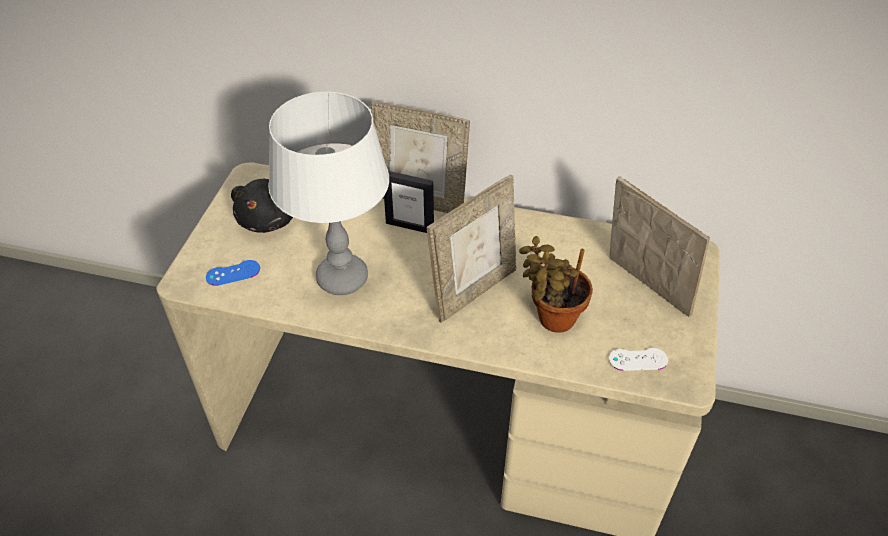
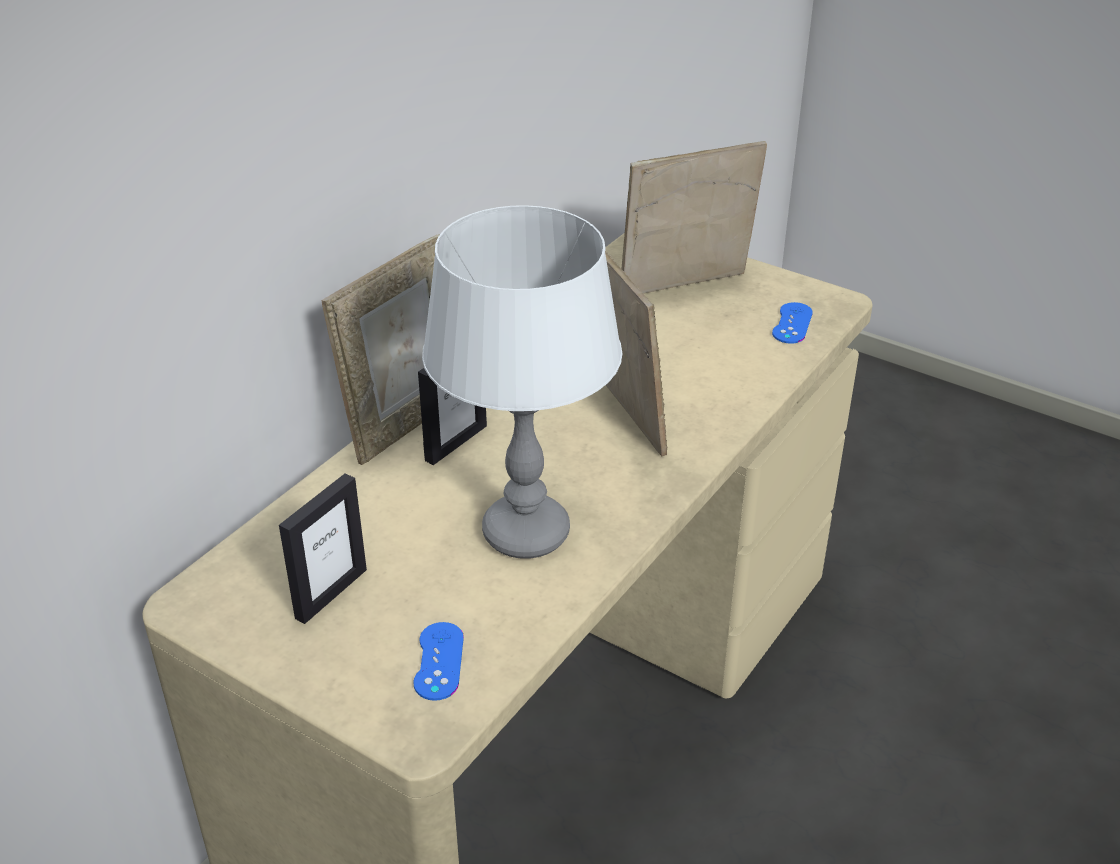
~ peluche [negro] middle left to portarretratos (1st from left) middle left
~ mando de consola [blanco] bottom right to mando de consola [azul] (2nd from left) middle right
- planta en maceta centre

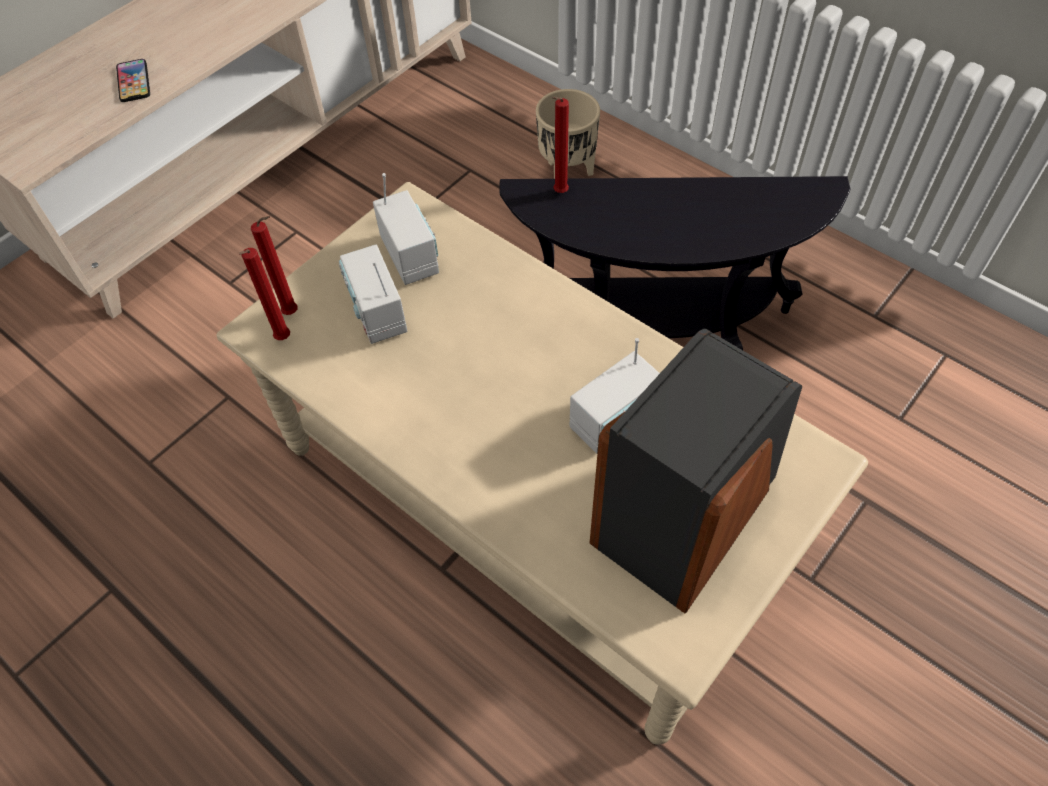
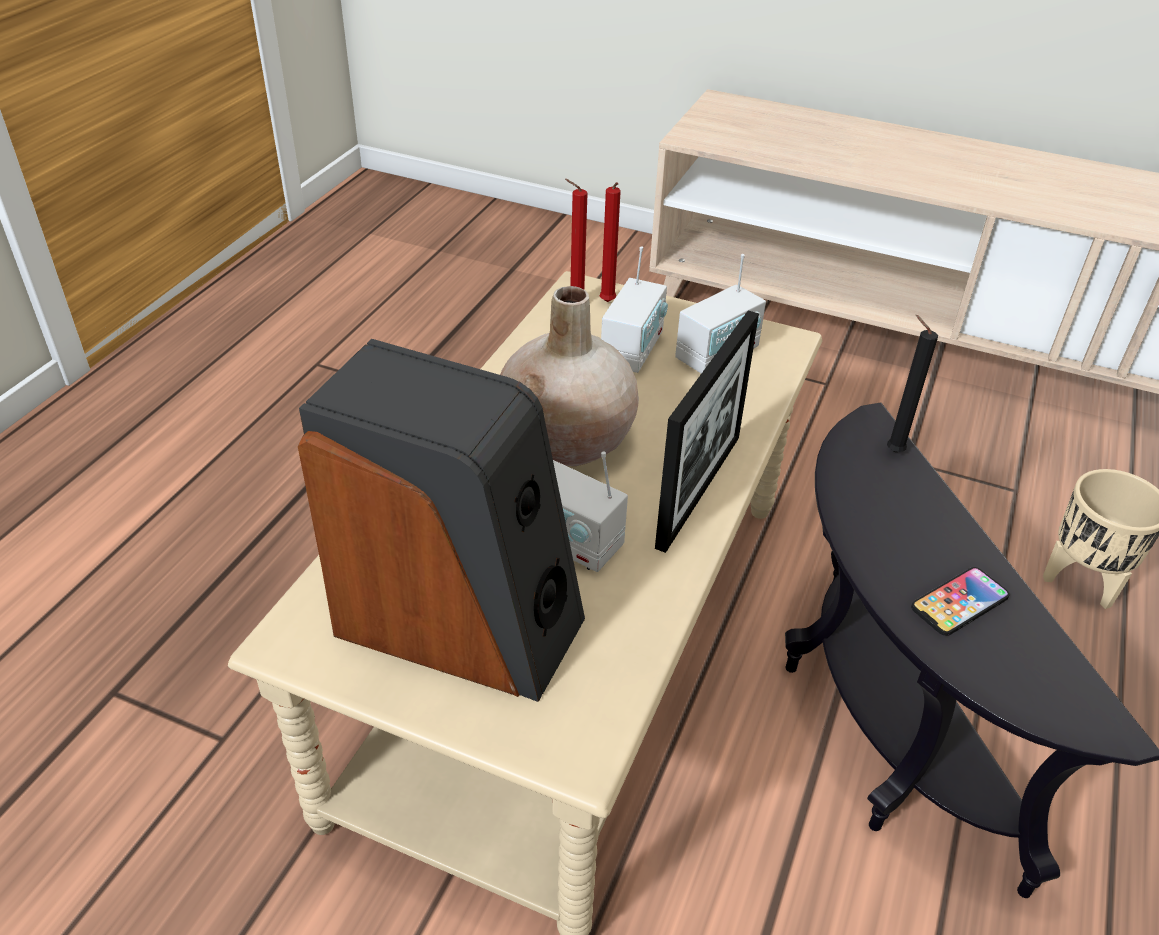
+ florero [beis] centre
~ radio (1st from left in the first image) centre = top centre 150 degrees clockwise
+ portarretratos centre
~ vela [rojo] (3rd from left) top centre to vela [negro] middle right
~ móvil top left to middle right

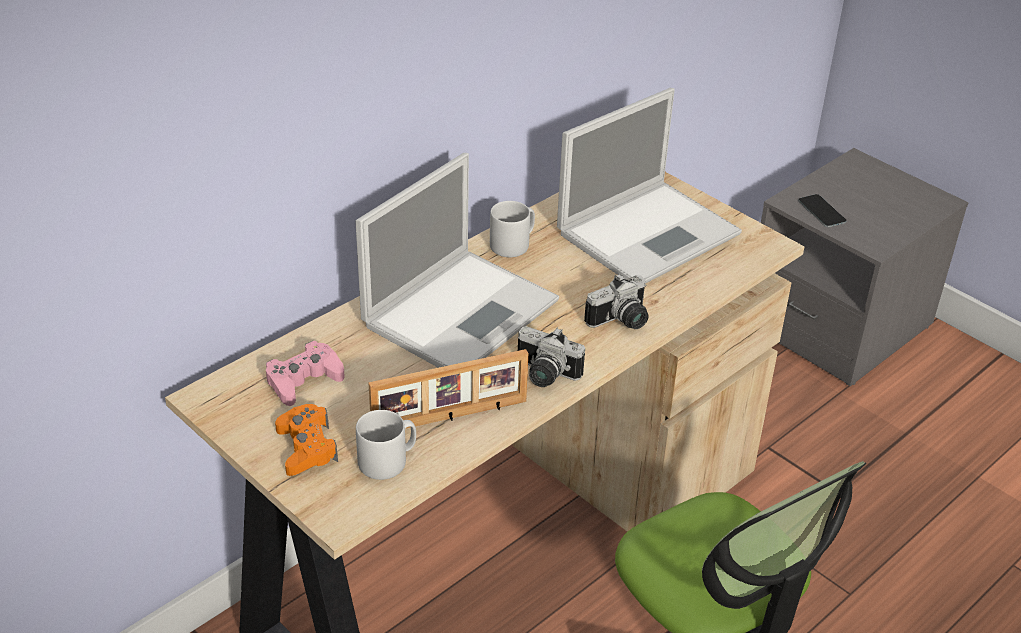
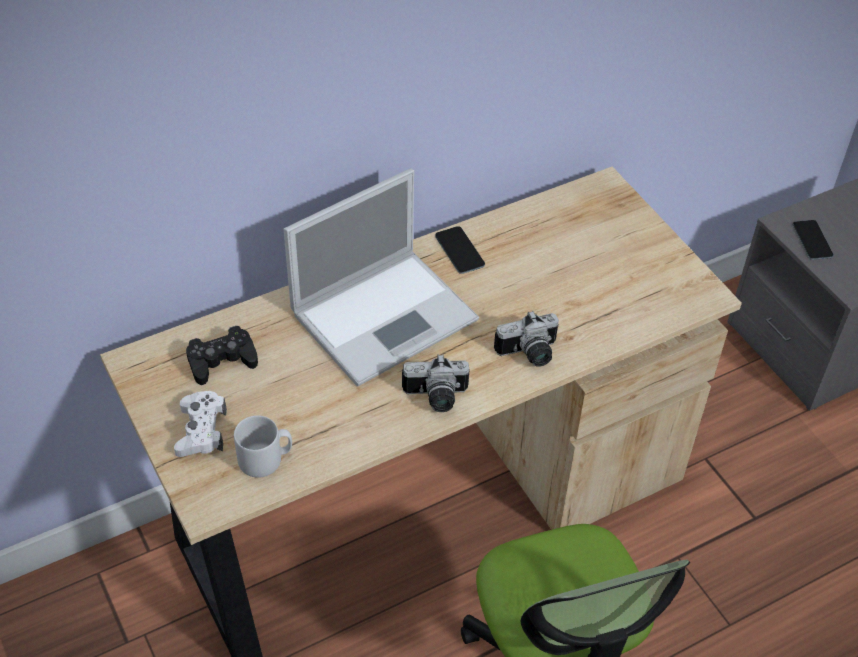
~ mando de consola [naranja] bottom left to mando de consola [blanco] middle left
~ mando de consola [rosa] middle left to mando de consola [negro] middle left
~ cámara (1st from left) centre = centre 45 degrees counterclockwise
~ taza grande [gris] (2nd from left) centre to móvil (1st from left) centre
- portarretratos centre
- portátil (2nd from left) top centre

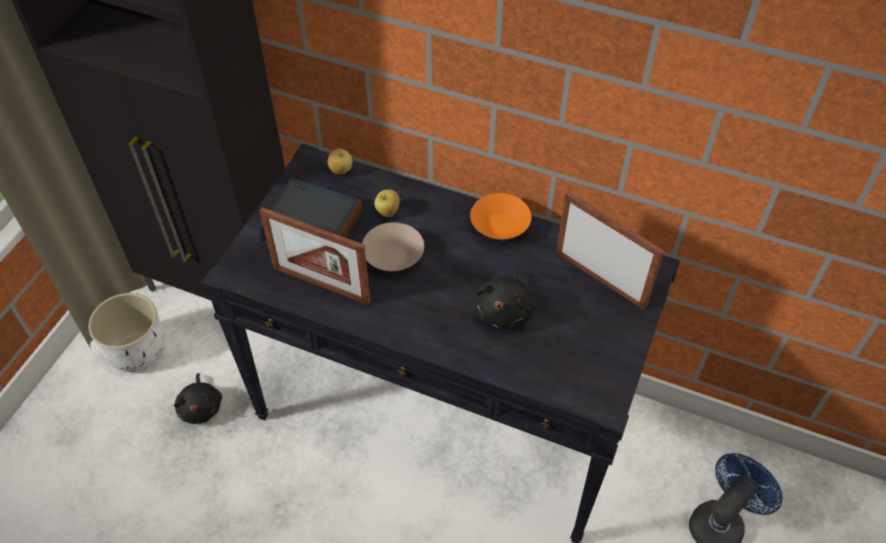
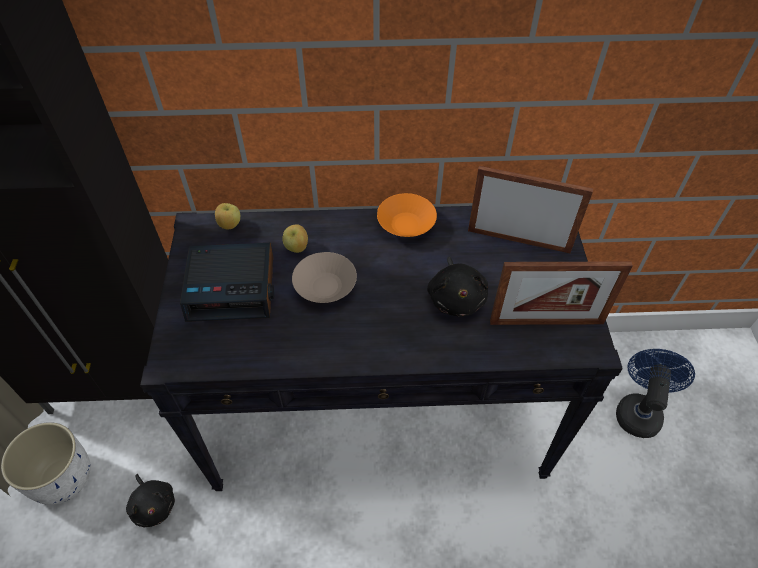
~ portarretratos (1st from left in the first image) centre to portarretratos (2nd from left) middle right

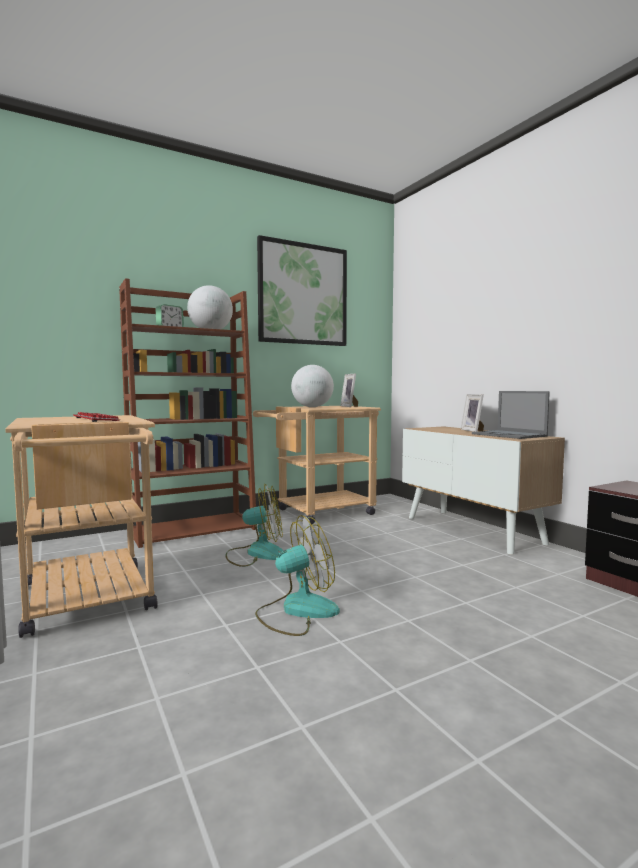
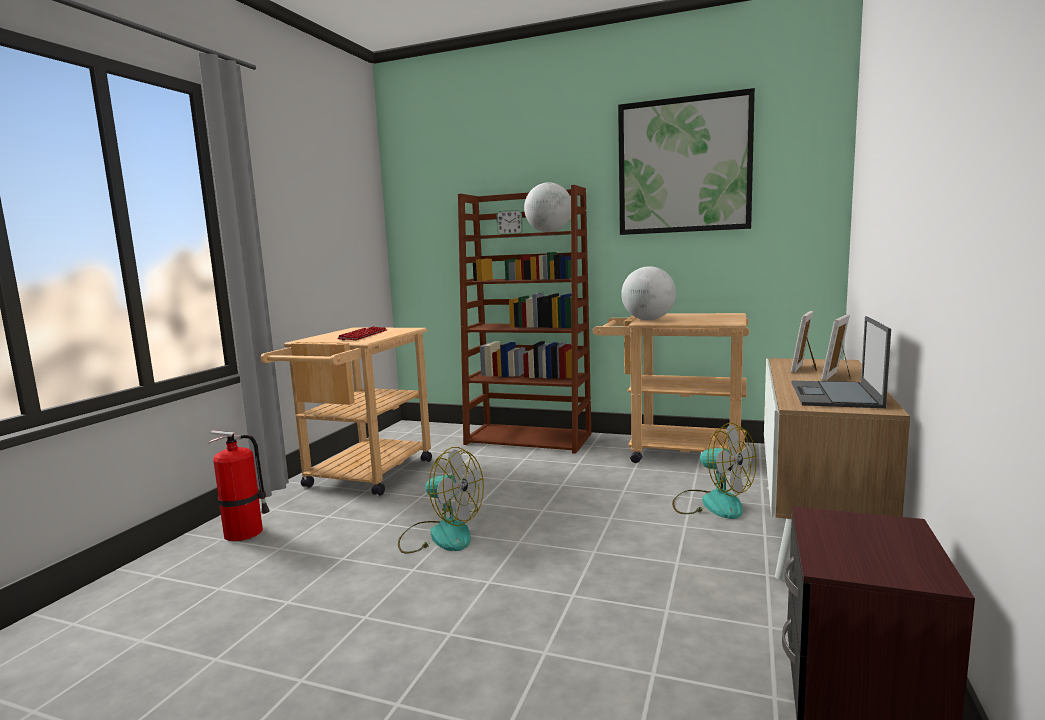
+ extintor bottom left
~ ventilador (1st from left in the first image) centre to ventilador (2nd from left) middle right
~ portarretratos (1st from left) centre to middle right

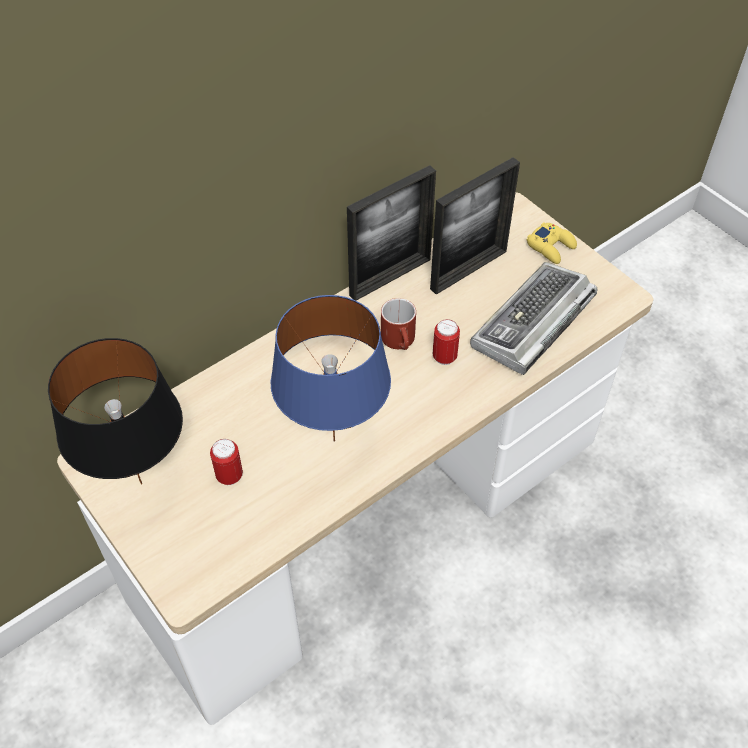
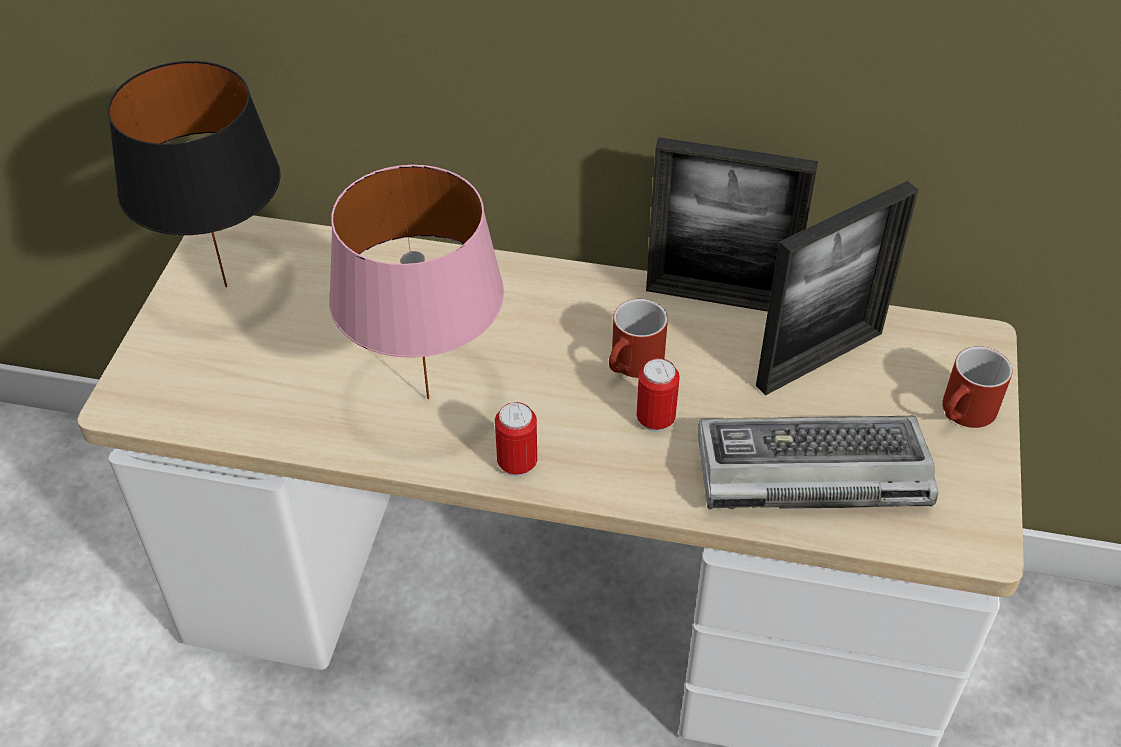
~ lámpara de mesa [azul] centre to lámpara de mesa [rosa] centre
~ lata (1st from left) middle left to centre
~ portarretratos (2nd from left) top centre = middle right 45 degrees counterclockwise
~ mando de consola [amarillo] top right to taza grande [rojo] (2nd from left) middle right

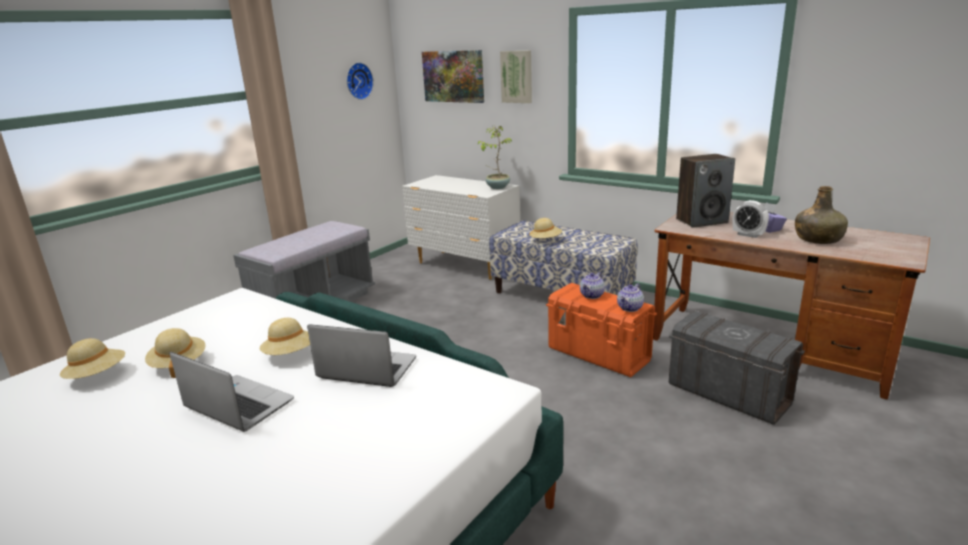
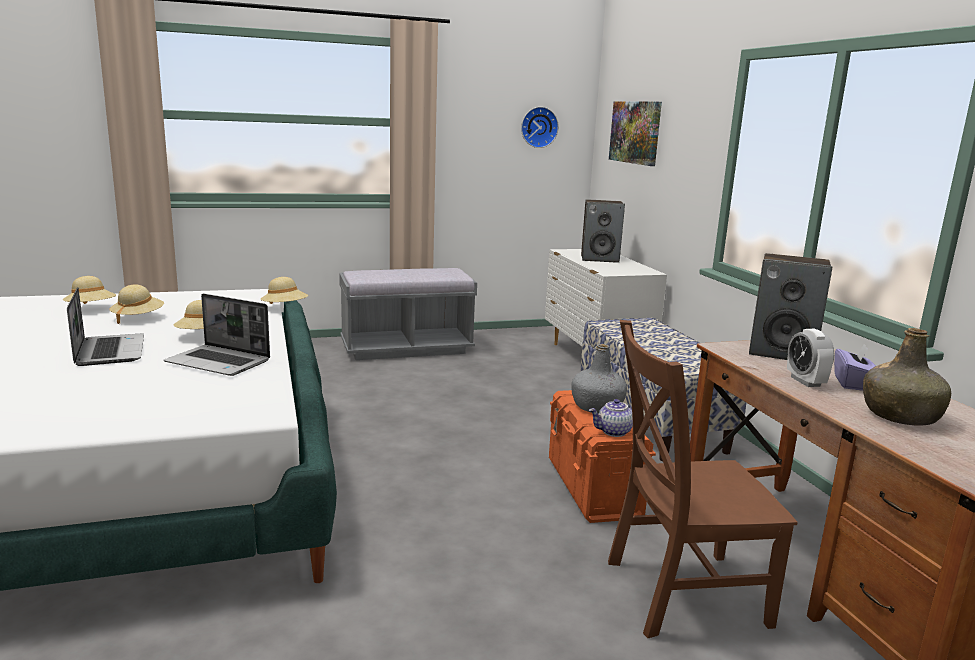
~ portátil (2nd from left) centre = middle left 150 degrees clockwise
~ sombrero [beis] (4th from left) centre to middle left
~ tetera (1st from left) centre to botella [gris] centre
+ altavoz (1st from left) centre
~ caja de almacenaje [gris] bottom right to silla [marrón] bottom right
- planta en maceta top centre
- cuadro (2nd from left) top centre

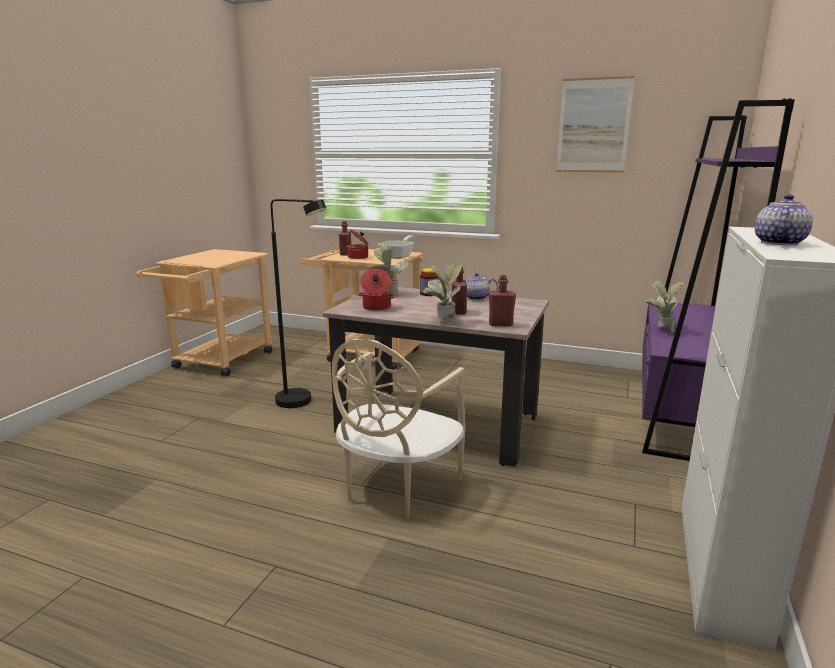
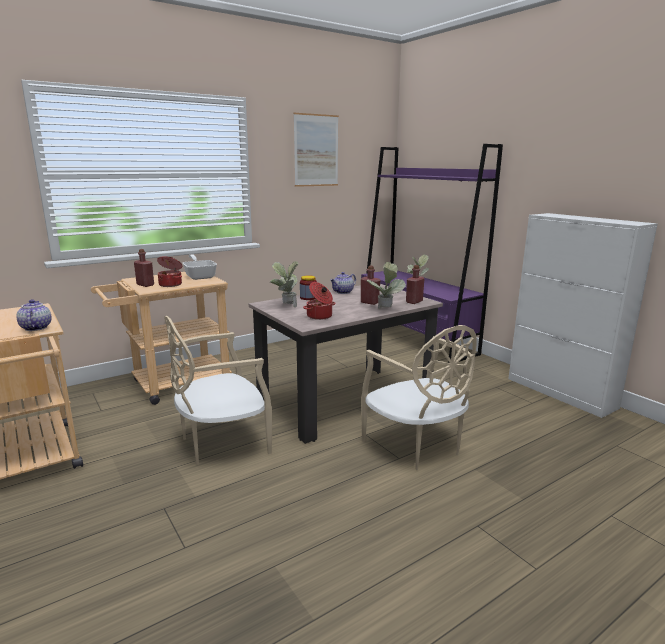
~ tetera (2nd from left in the first image) top right to tetera (1st from left) middle left
~ lámpara de pie [negro] centre to silla [beis] (1st from left) middle left

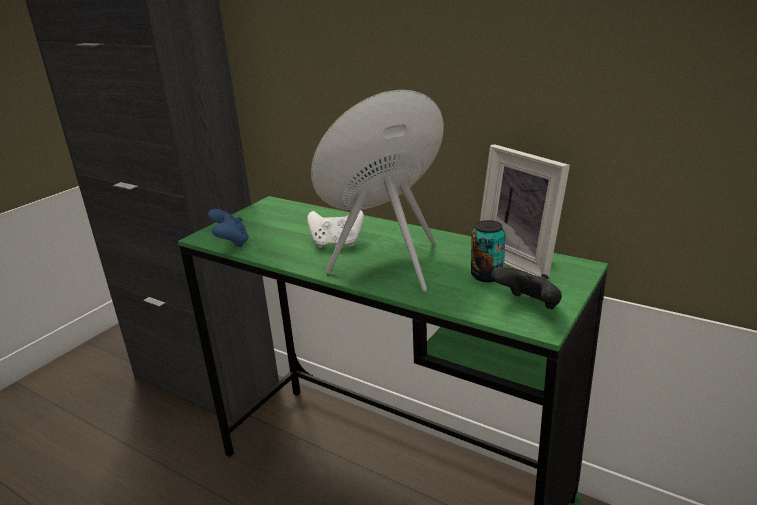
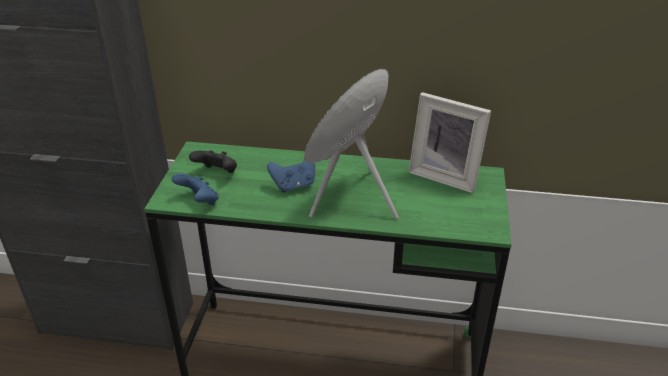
~ mando de consola [negro] middle right to middle left
~ mando de consola [blanco] centre to mando de consola [azul] (2nd from left) centre
- lata centre

